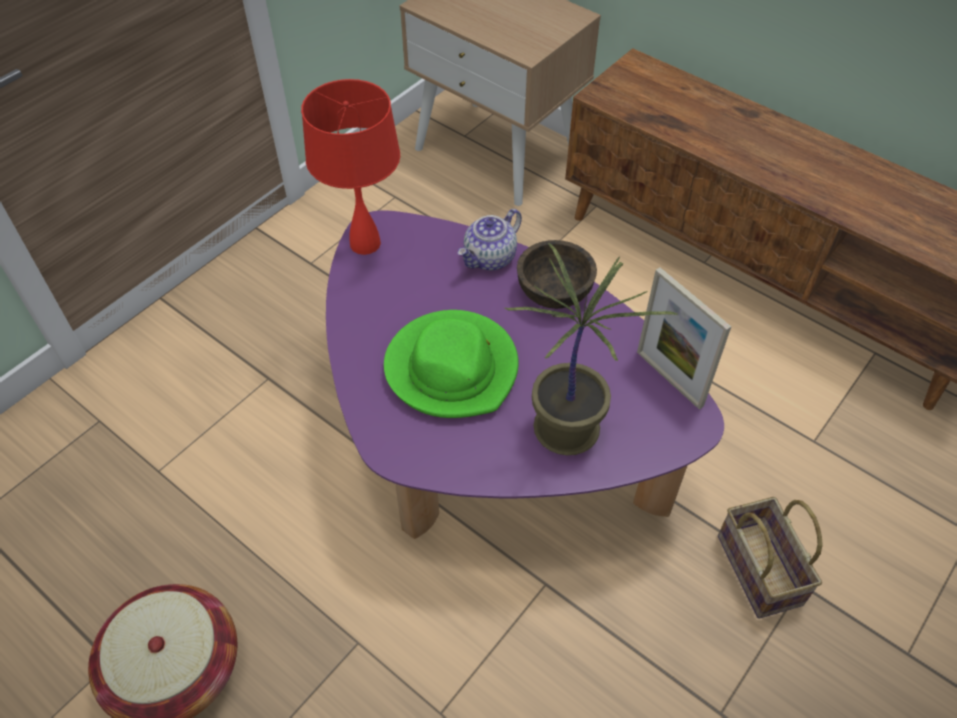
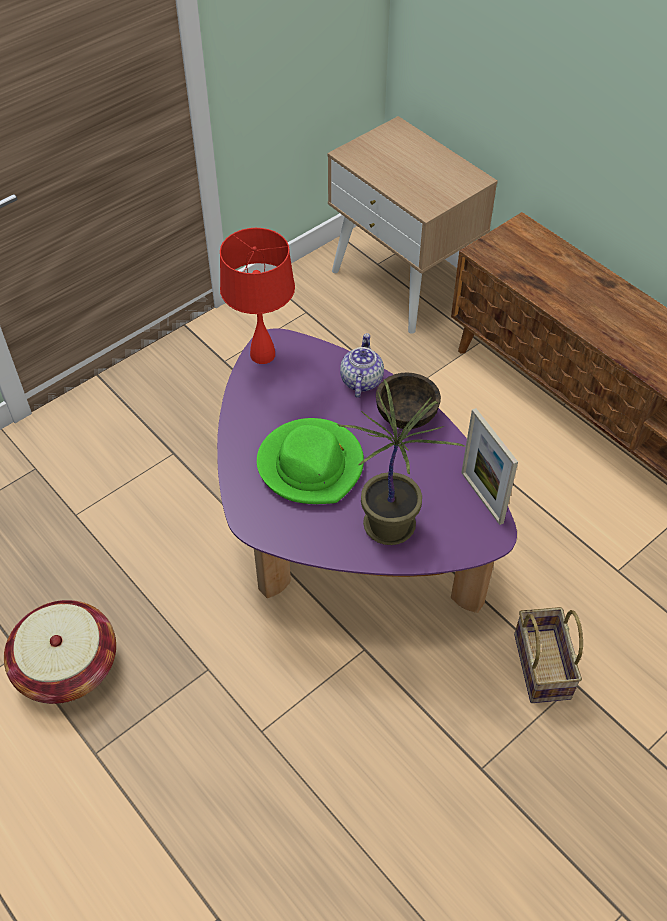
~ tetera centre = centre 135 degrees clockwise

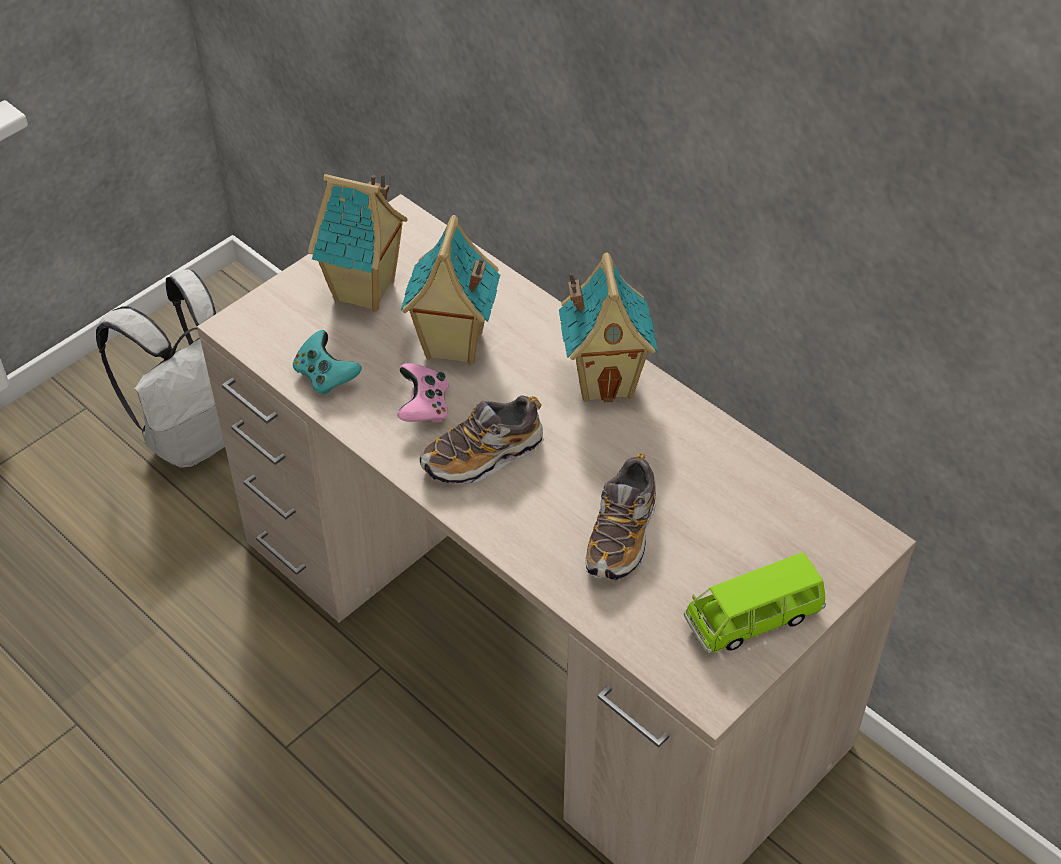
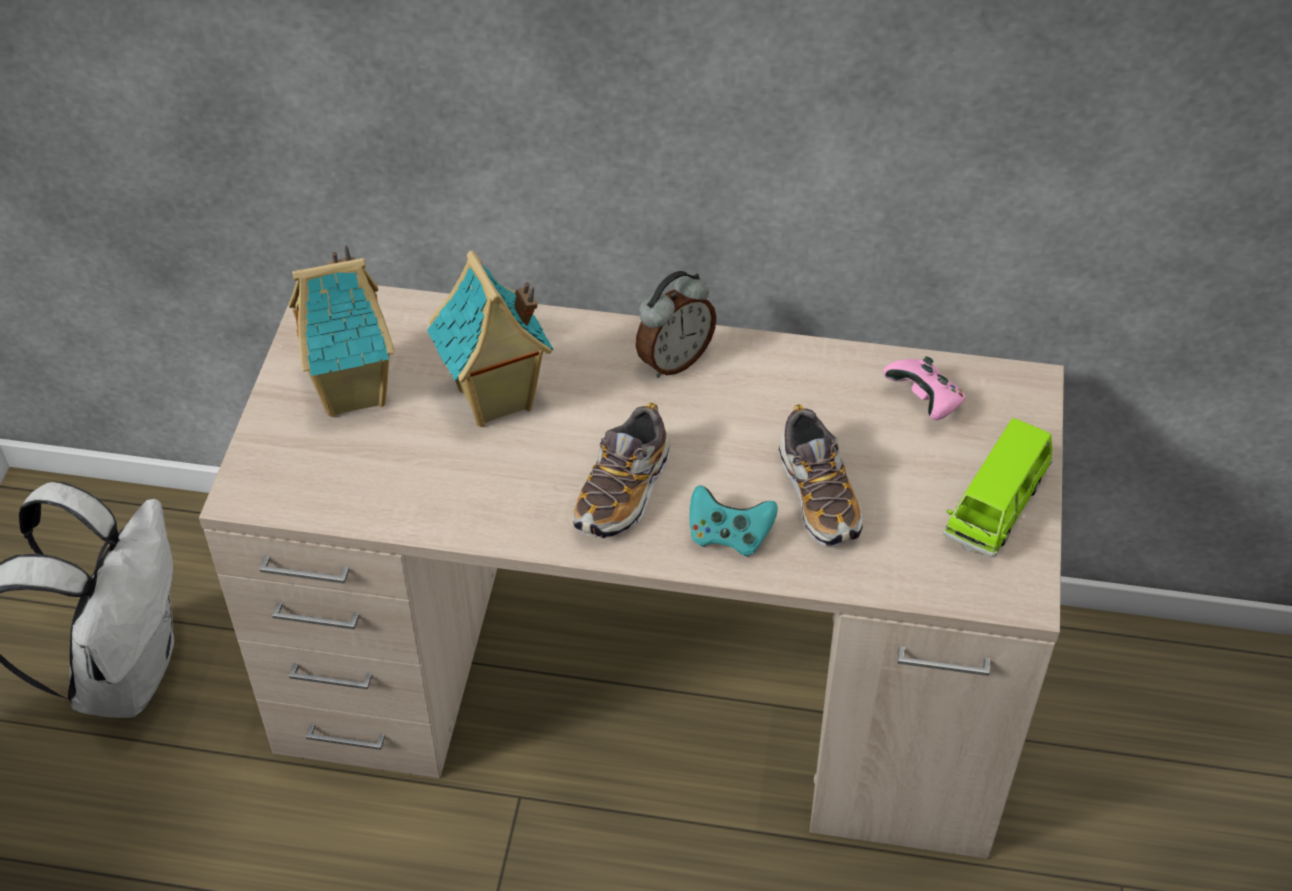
~ casita (3rd from left) centre to despertador centre
~ mando de consola [turquesa] middle left to centre
~ mando de consola [rosa] centre to middle right

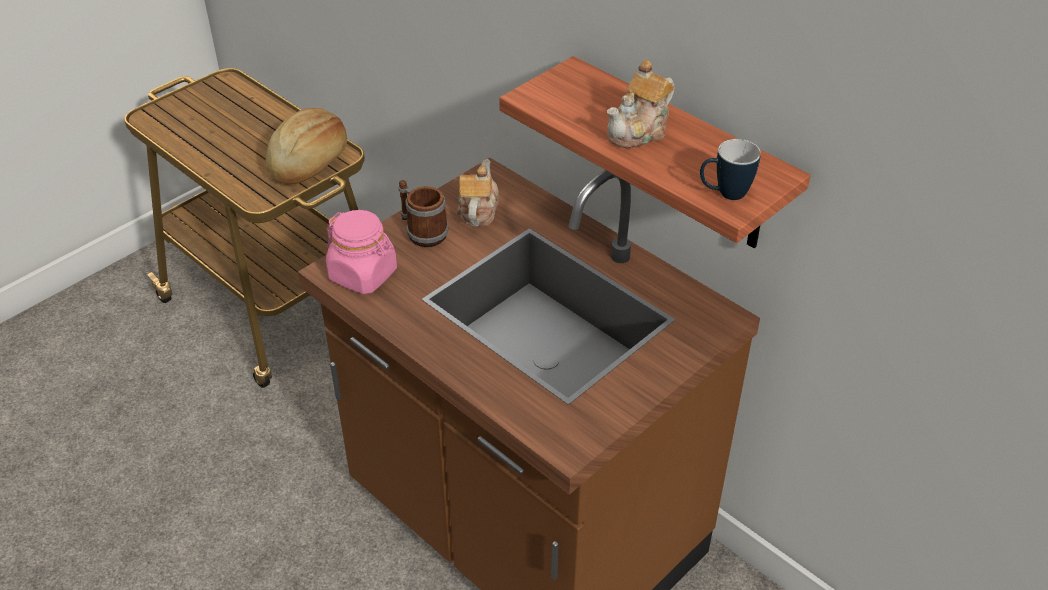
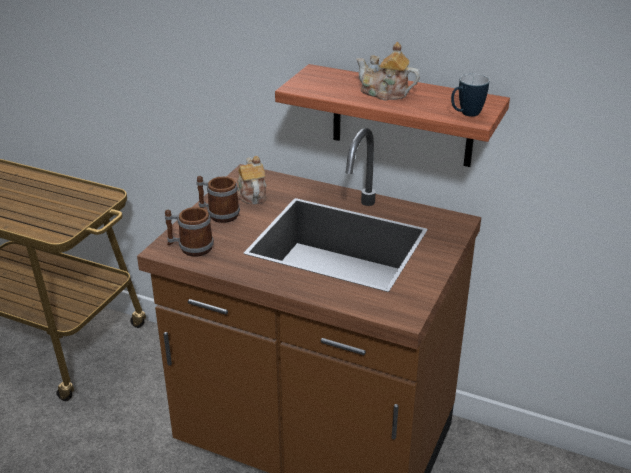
~ tarro [rosa] centre to taza grande (1st from left) middle left
~ tetera (2nd from left) top centre = top centre 90 degrees clockwise
- pan top left

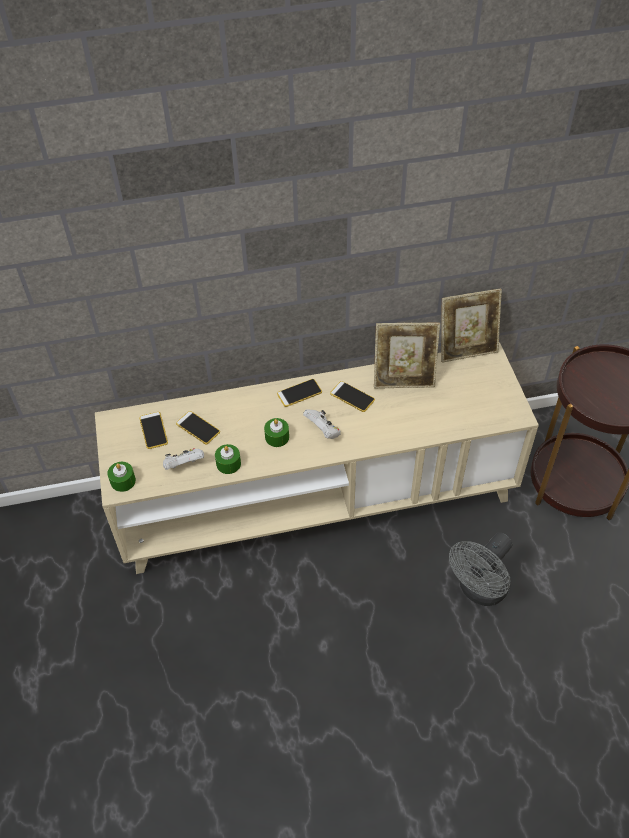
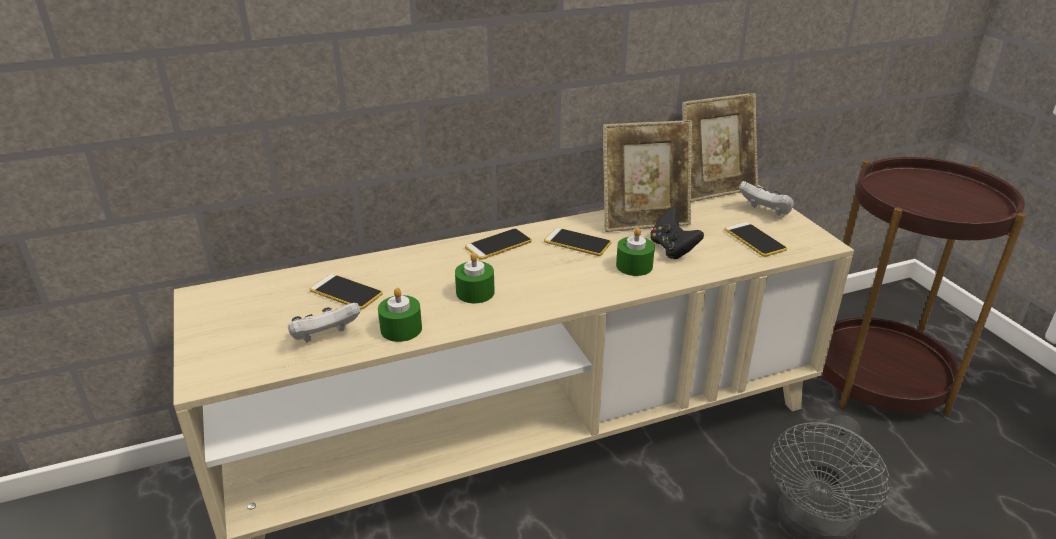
~ vela [verde] (1st from left in the first image) middle left to vela [verde] (3rd from left) centre
+ mando de consola [negro] centre
~ móvil (1st from left in the first image) middle left to móvil (4th from left) middle right
~ mando de consola [blanco] (2nd from left) centre to middle right

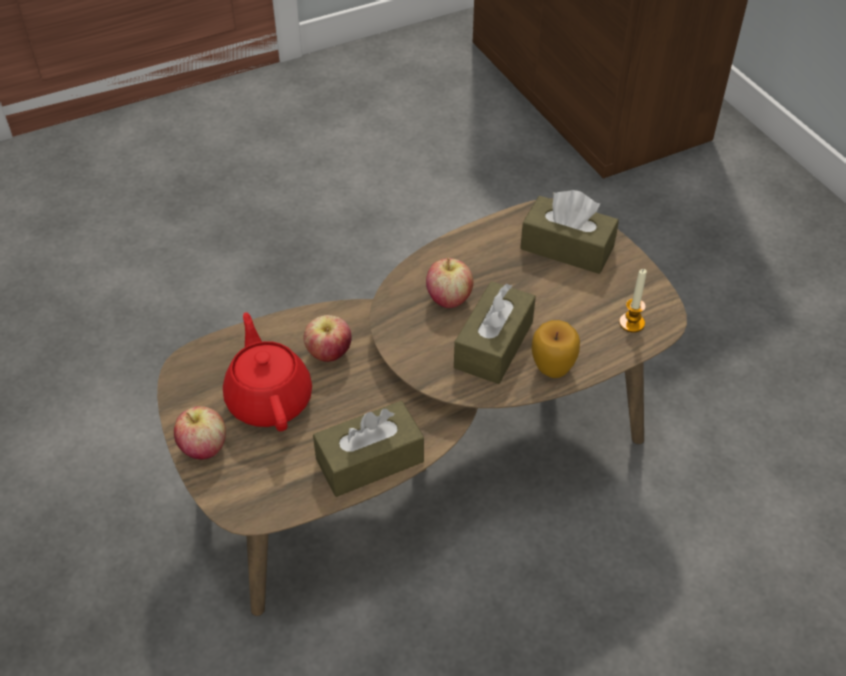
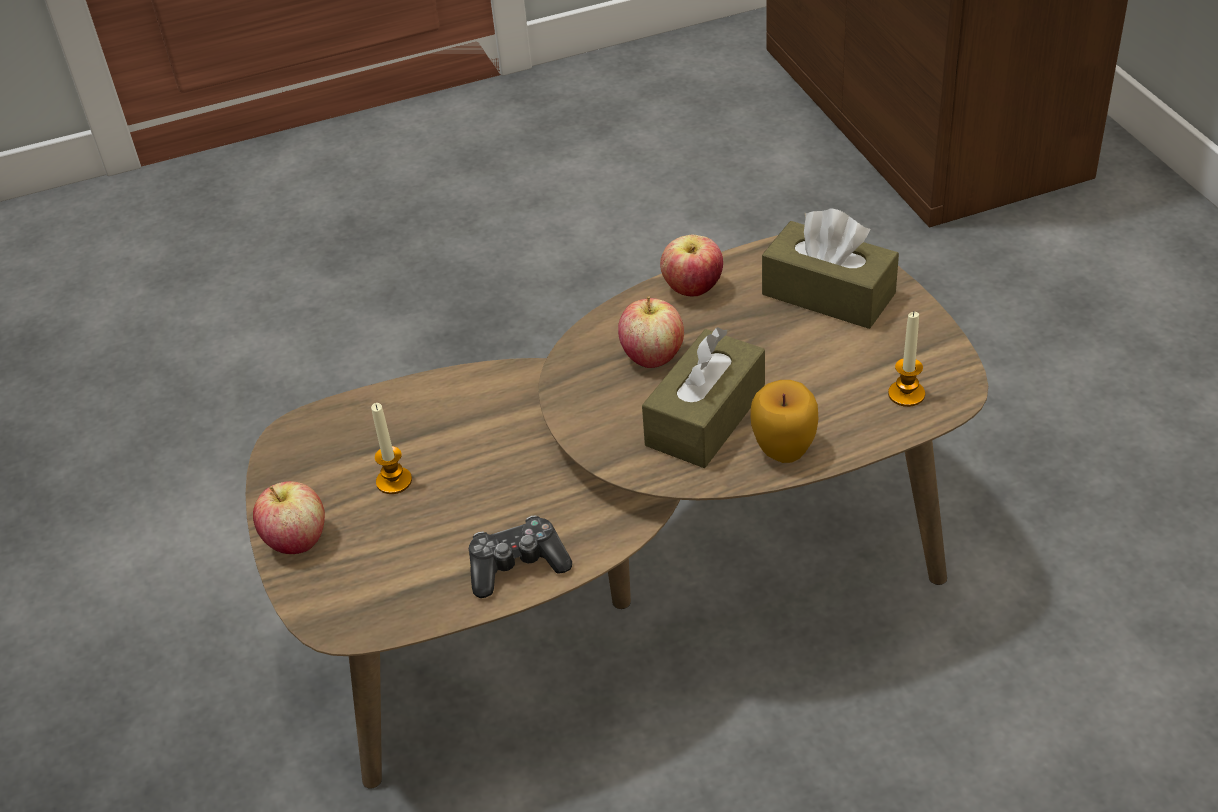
~ tetera [rojo] middle left to vela (1st from left) middle left
~ caja de pañuelos [marrón] (1st from left) centre to mando de consola bottom centre
~ manzana (2nd from left in the first image) centre to manzana (3rd from left) top centre

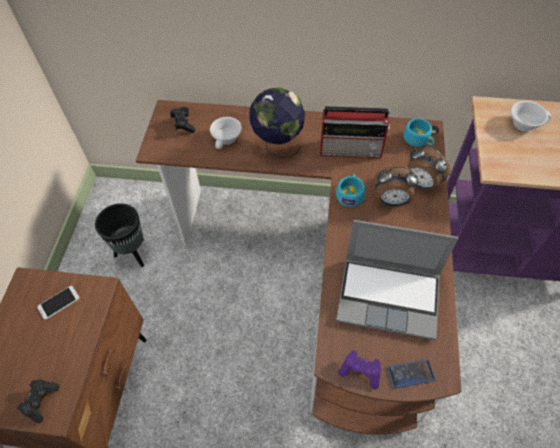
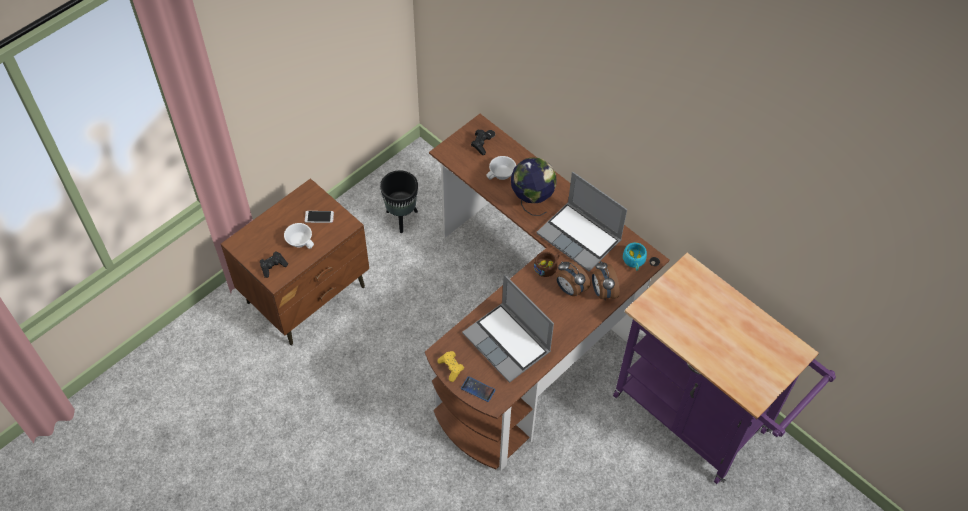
~ taza [blanco] (2nd from left in the first image) top right to taza [blanco] (1st from left) middle left
~ mando de consola [morado] bottom centre to mando de consola [amarillo] bottom centre
~ taza [turquesa] (1st from left) centre to taza [marrón] centre
~ radio top centre to portátil (2nd from left) centre

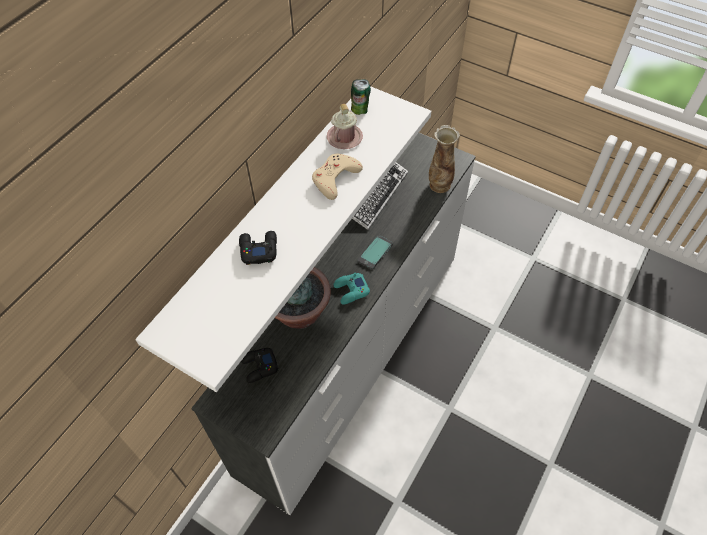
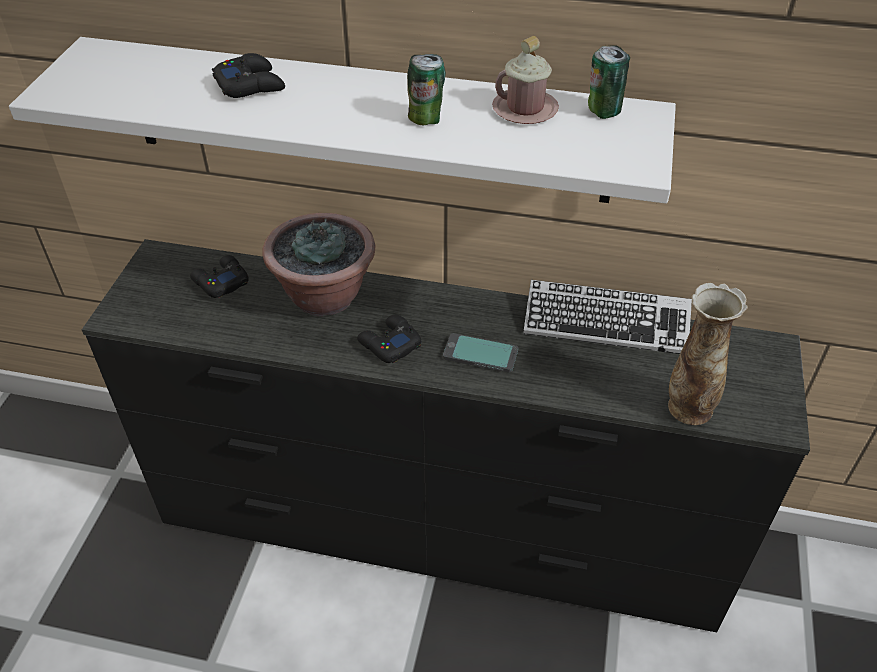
~ cómoda [blanco] centre to cómoda [negro] centre
~ mando de consola [turquesa] centre to mando de consola [negro] (3rd from left) centre
~ mando de consola [beis] top centre to lata (1st from left) top centre

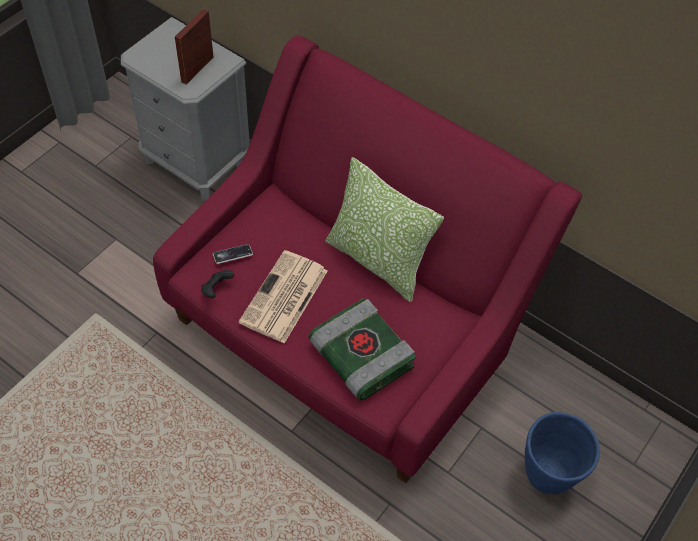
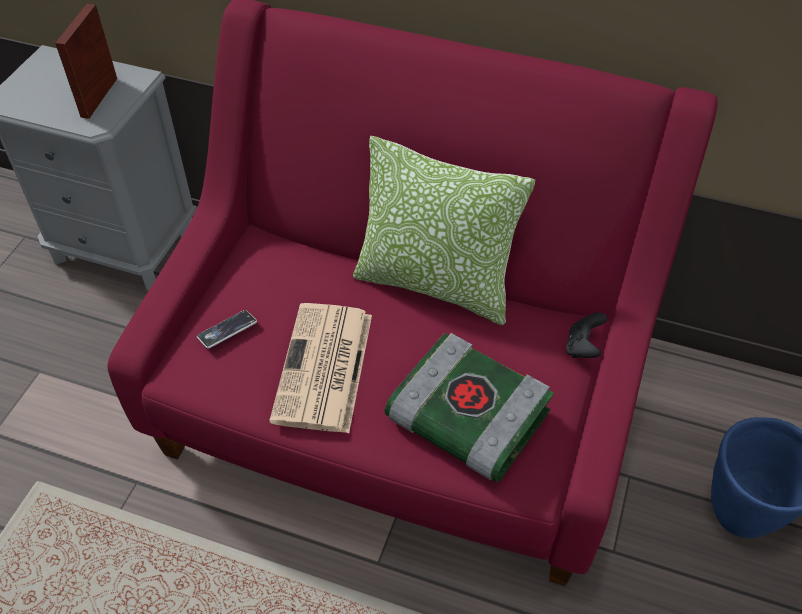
~ mando de consola [negro] middle left to middle right

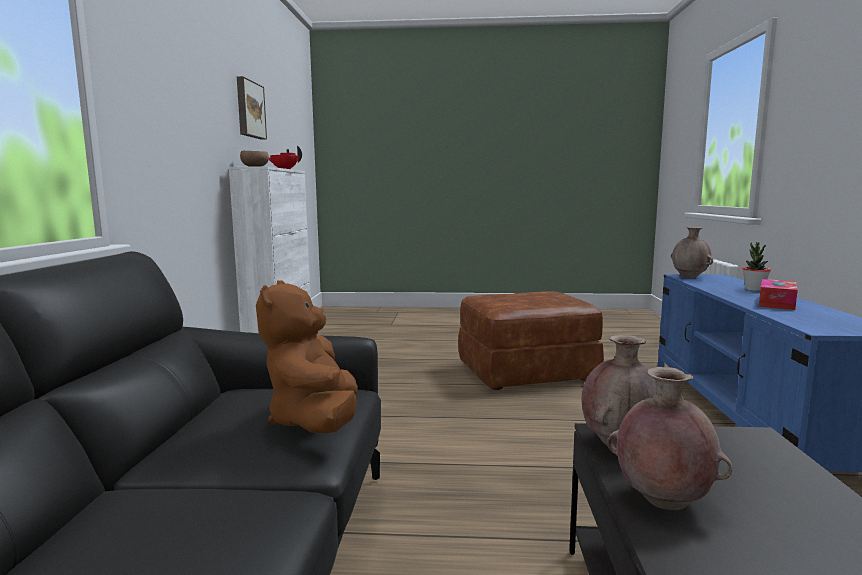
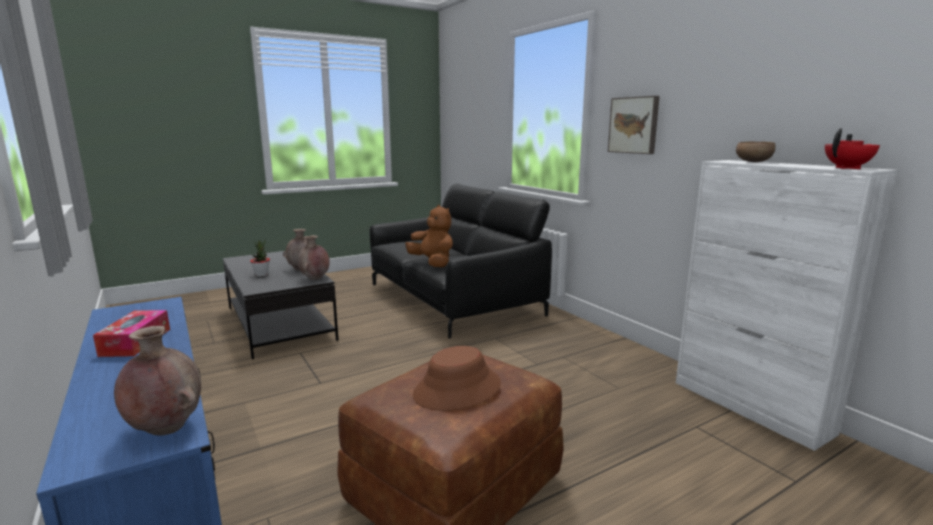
~ planta en maceta middle right to middle left
+ sombrero [marrón] bottom centre
~ cuadro top left to top right

